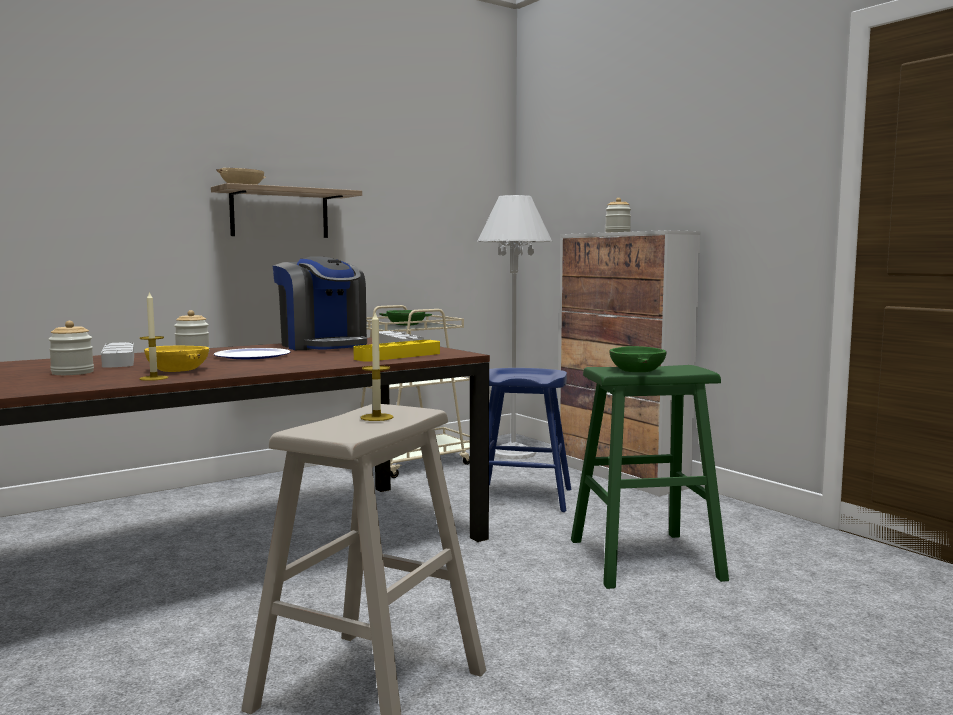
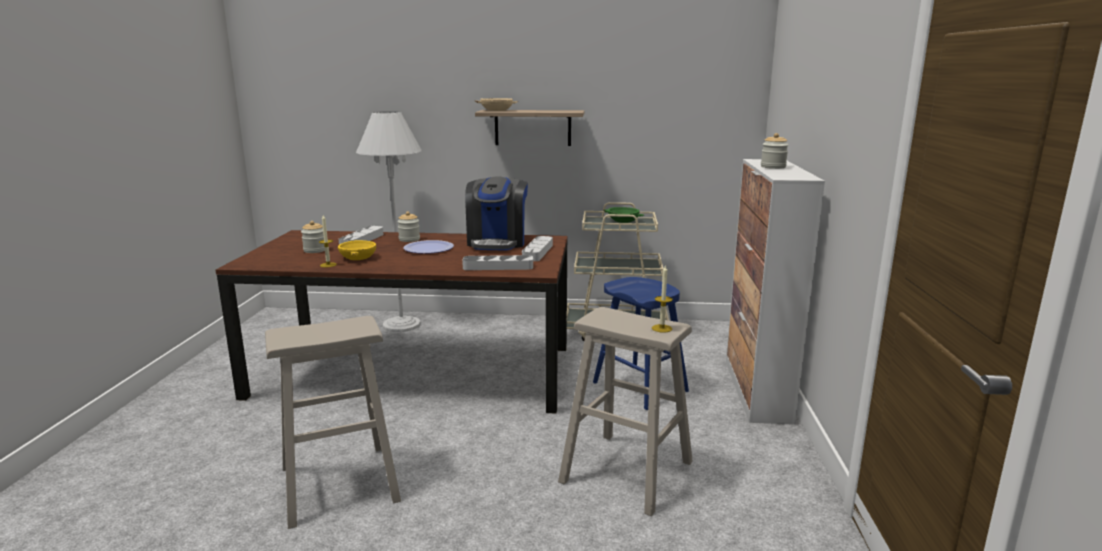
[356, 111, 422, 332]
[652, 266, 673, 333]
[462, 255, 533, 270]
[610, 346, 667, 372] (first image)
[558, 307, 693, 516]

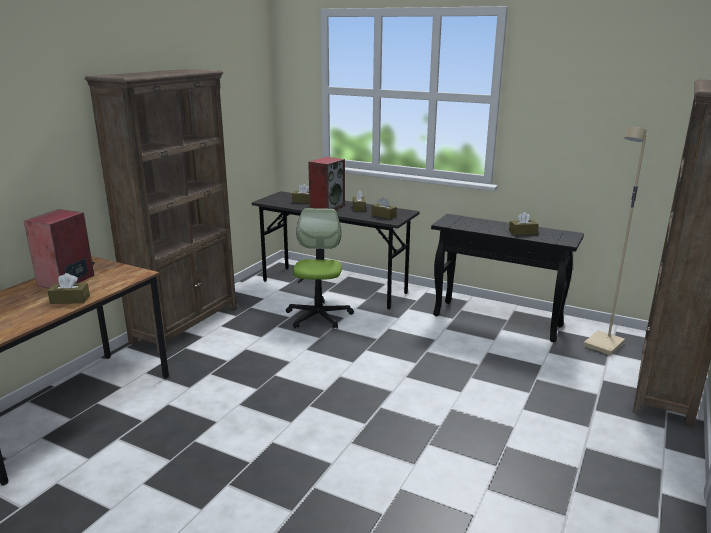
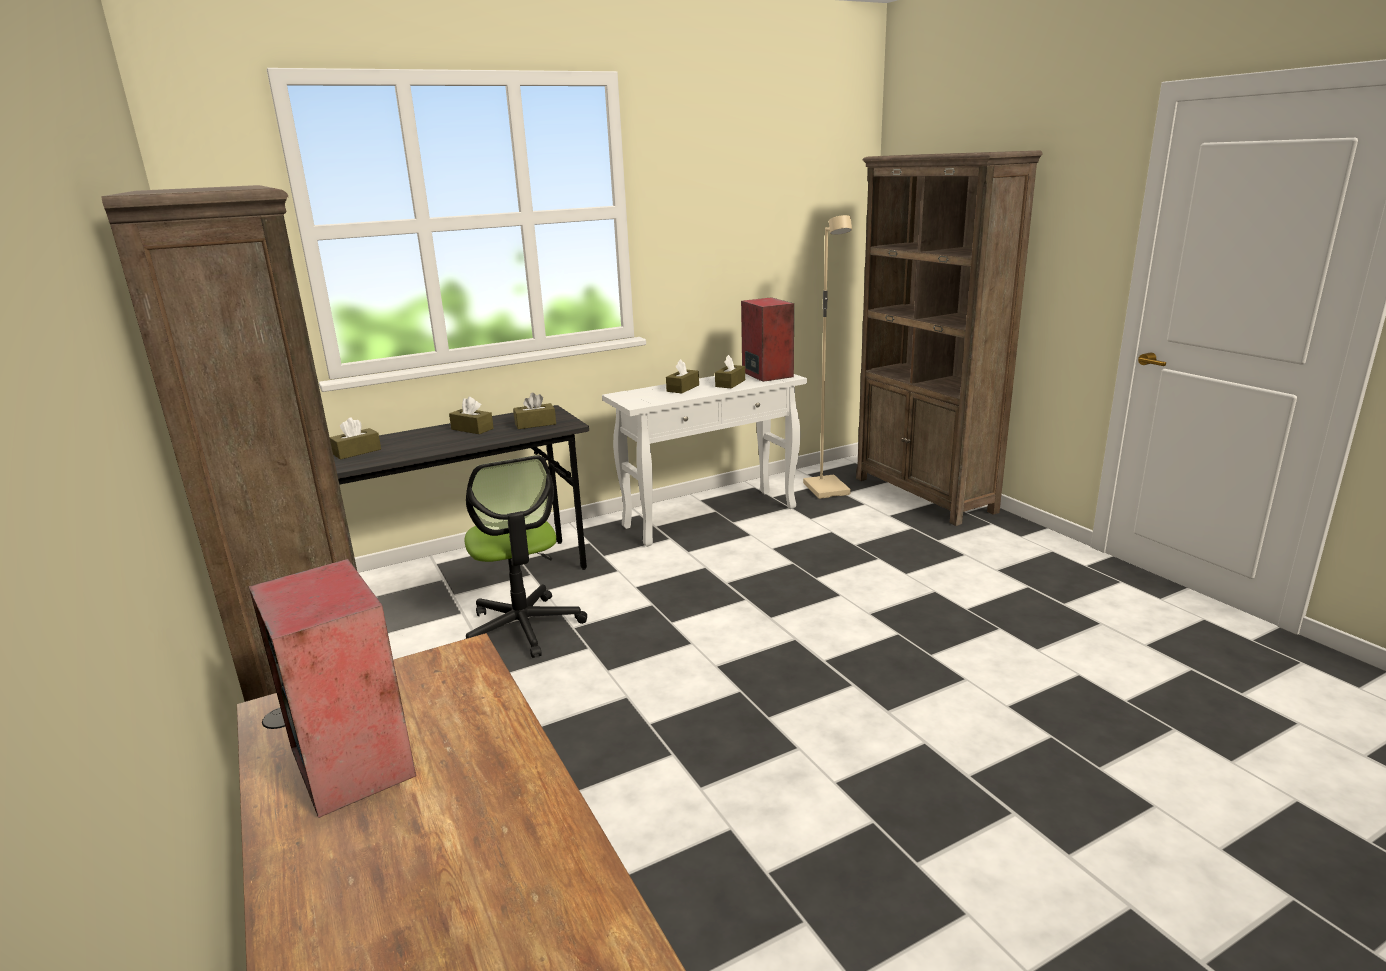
[741, 297, 794, 382]
[465, 455, 587, 658]
[602, 374, 807, 547]
[666, 359, 699, 393]

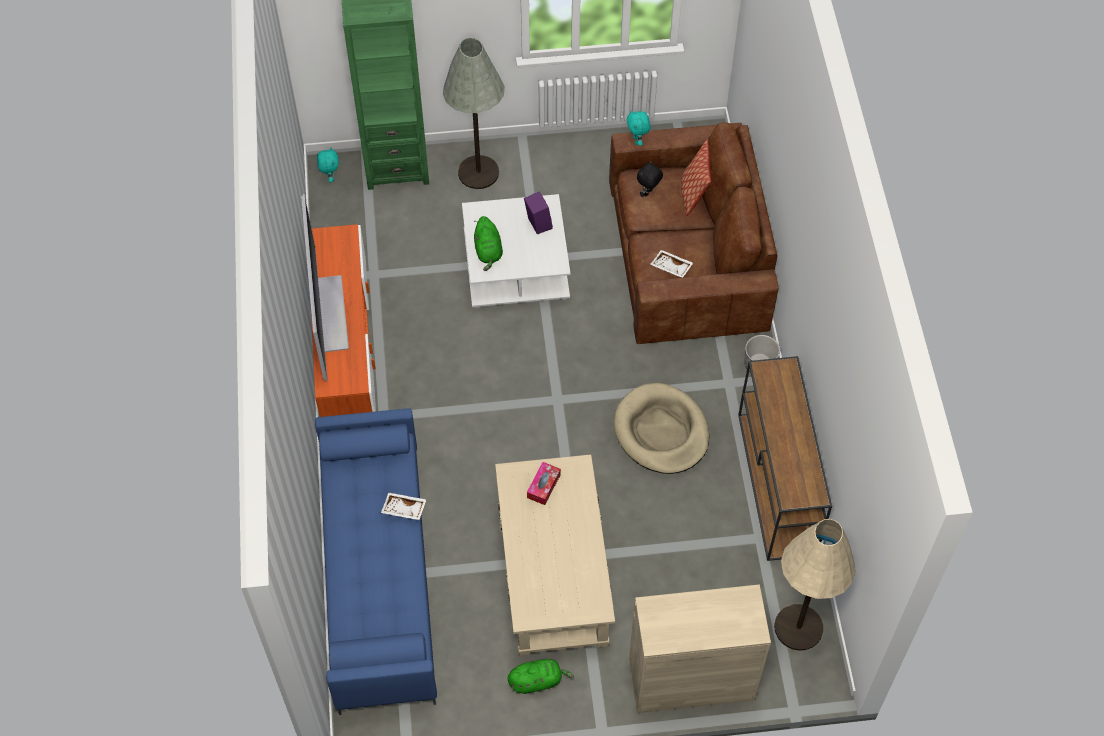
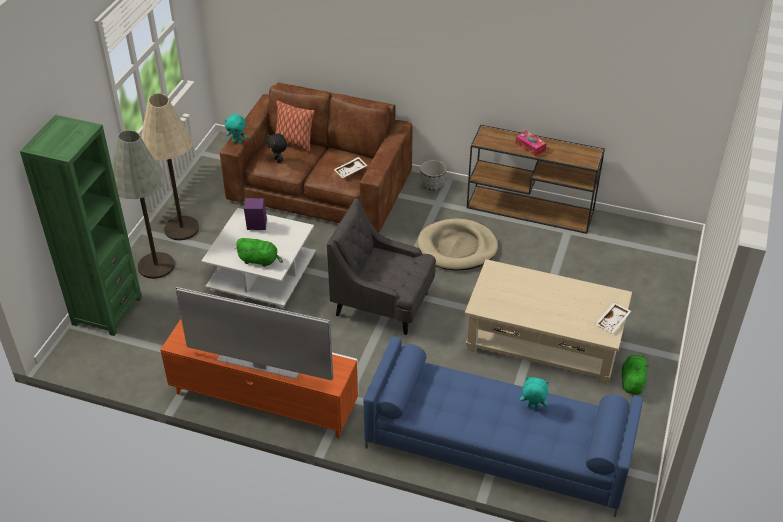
[520, 377, 549, 410]
[515, 131, 546, 157]
[595, 302, 631, 333]
[141, 93, 199, 240]
[629, 584, 771, 713] (first image)
[327, 199, 436, 335]

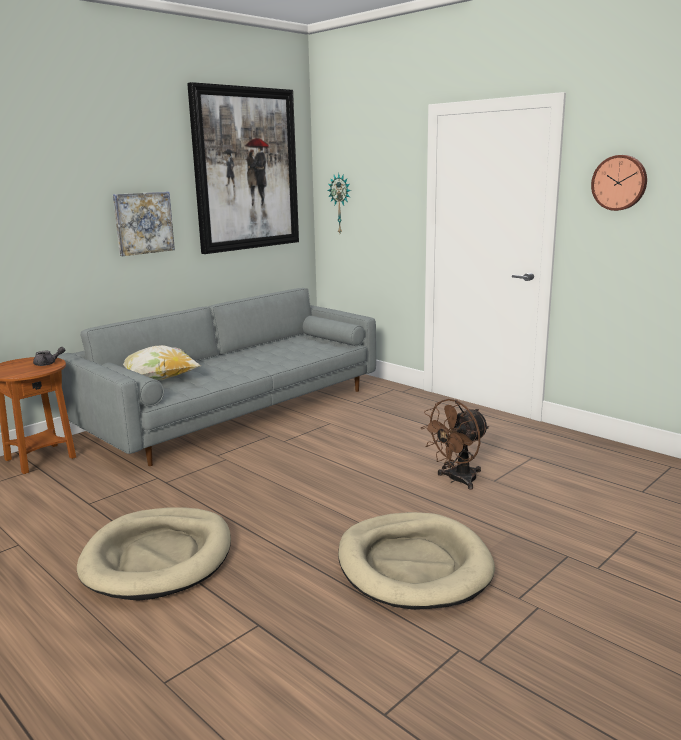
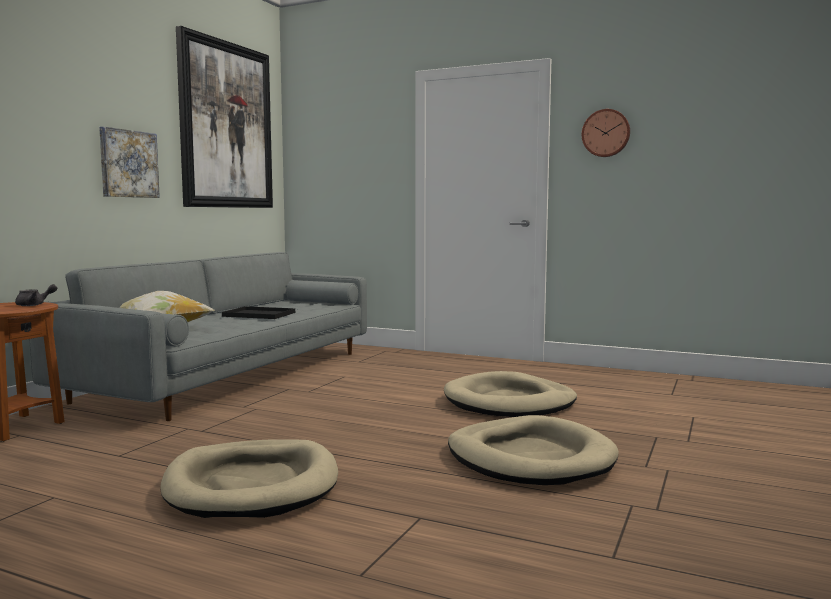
[328, 173, 351, 233] (first image)
[444, 371, 577, 417]
[222, 306, 295, 319]

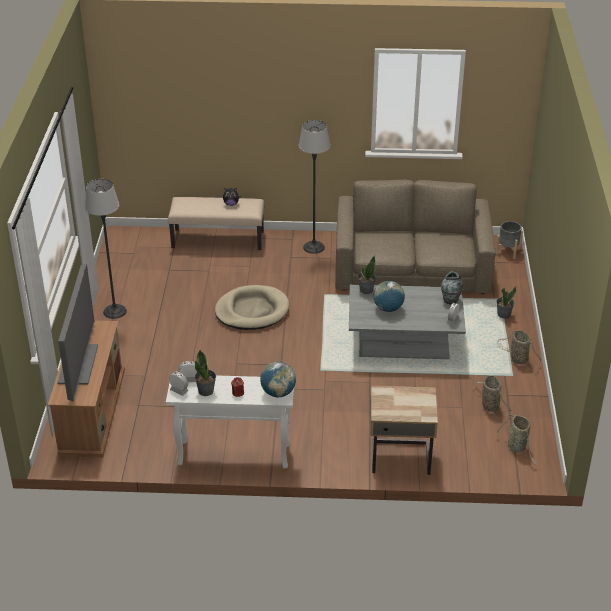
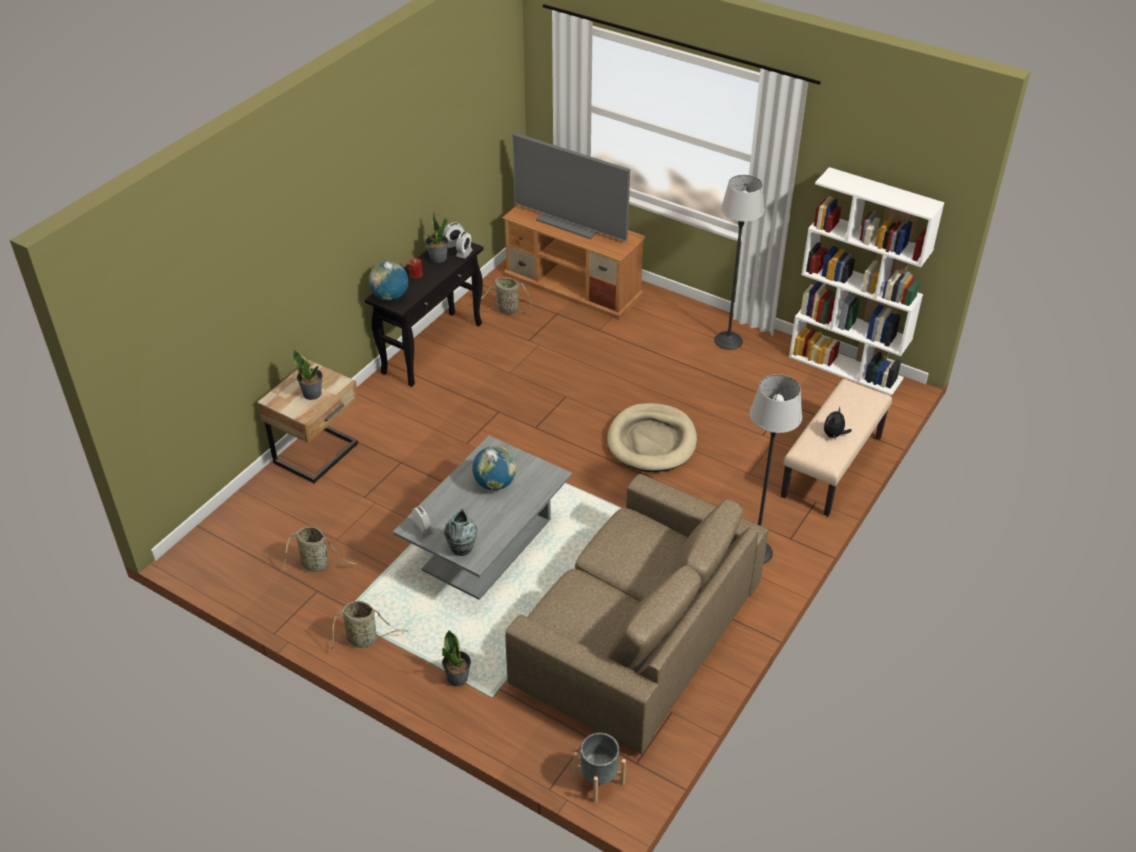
[292, 350, 323, 400]
[365, 242, 484, 387]
[481, 278, 532, 315]
[789, 167, 944, 396]

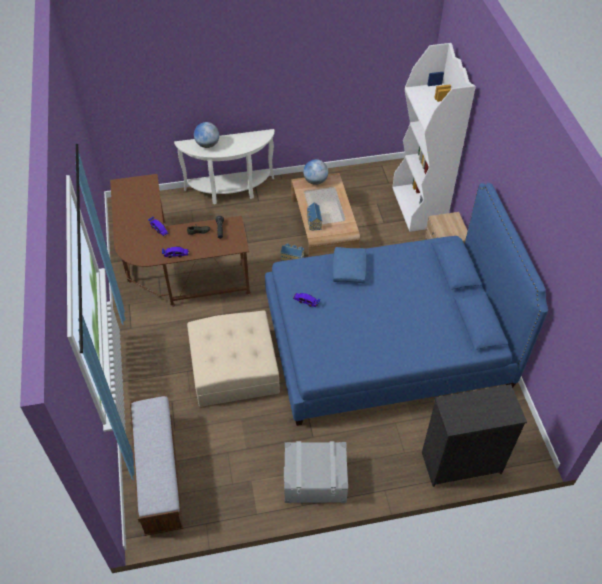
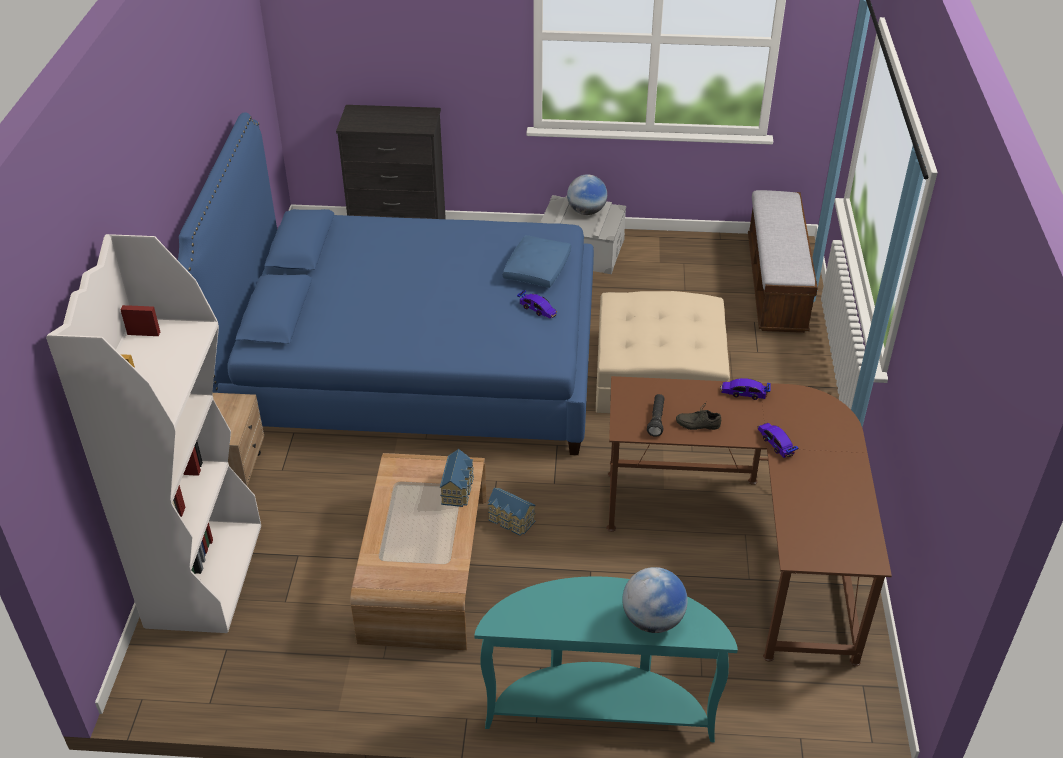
[474, 577, 738, 742]
[567, 174, 607, 215]
[503, 235, 571, 288]

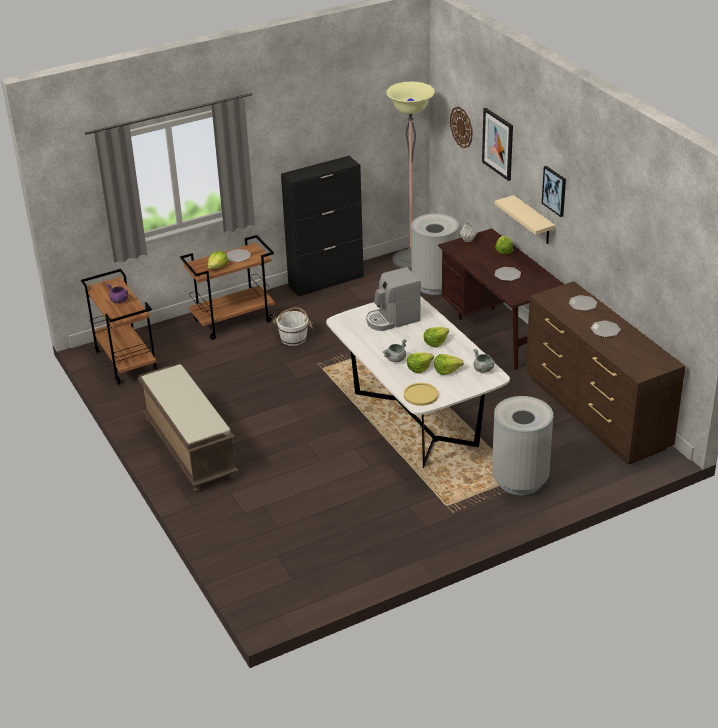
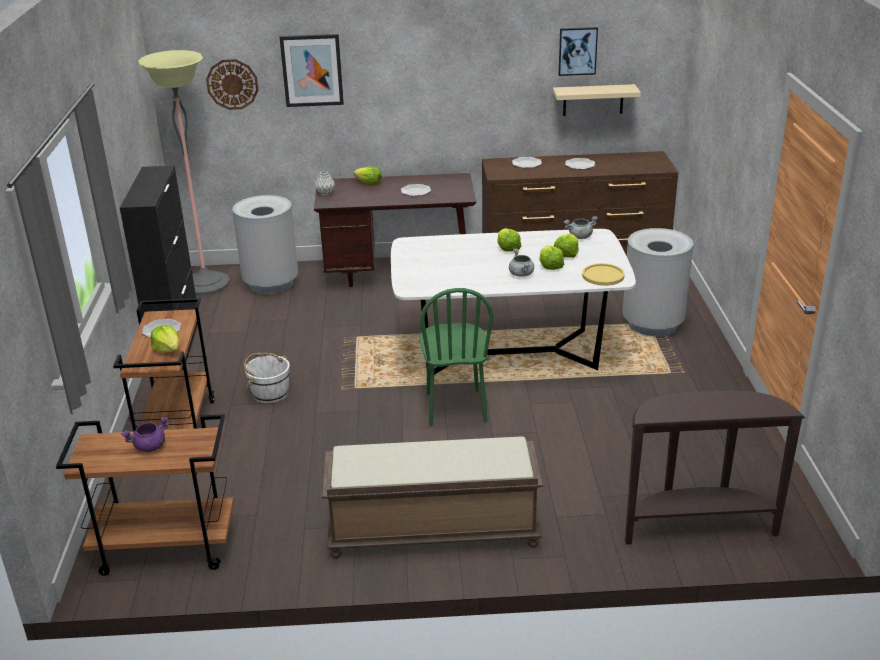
[559, 27, 598, 76]
[553, 84, 641, 116]
[366, 267, 421, 331] (first image)
[419, 288, 493, 426]
[625, 391, 805, 544]

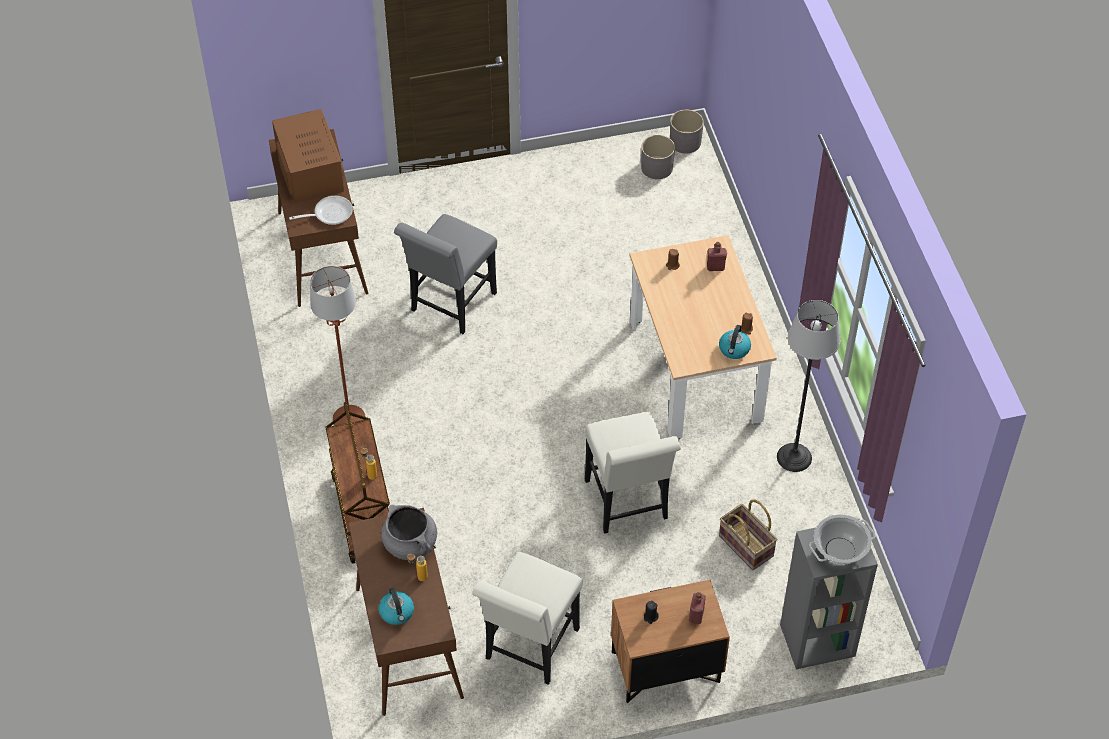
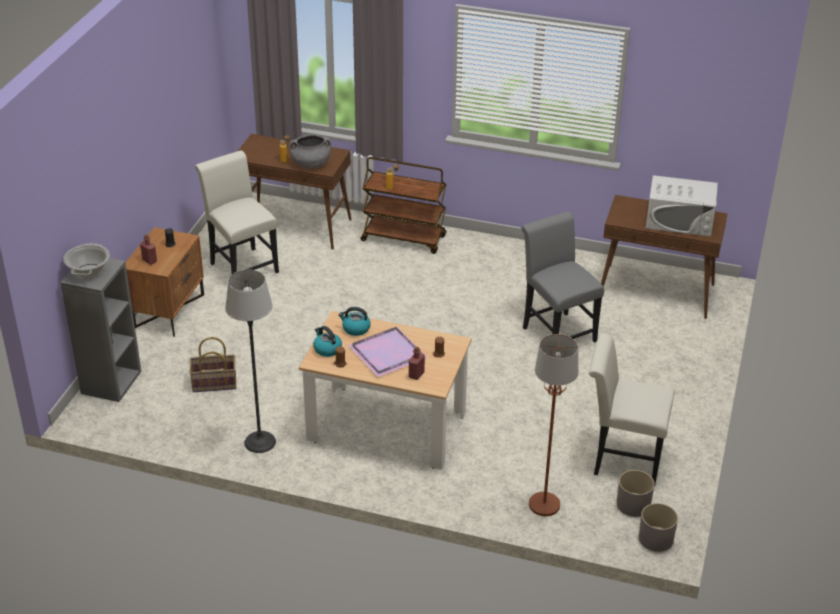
[646, 175, 718, 236]
[289, 196, 353, 225] (first image)
[529, 334, 578, 516]
[589, 333, 675, 486]
[338, 307, 371, 336]
[348, 327, 428, 377]

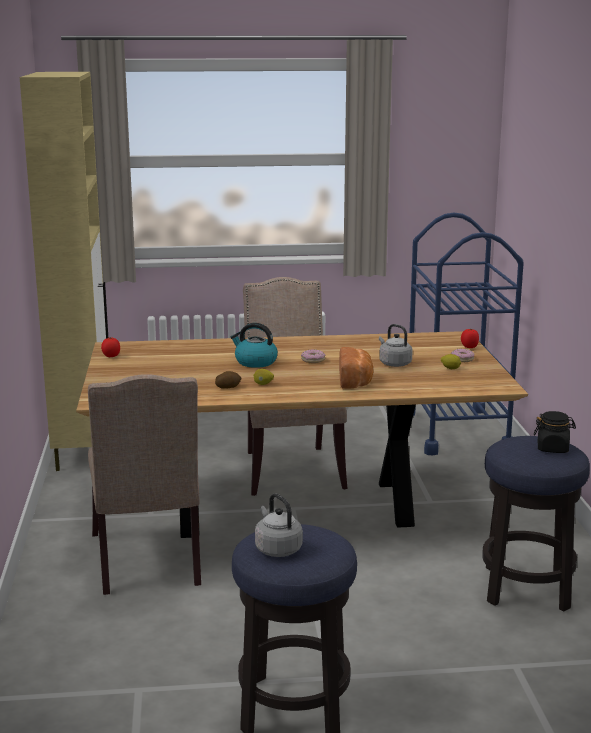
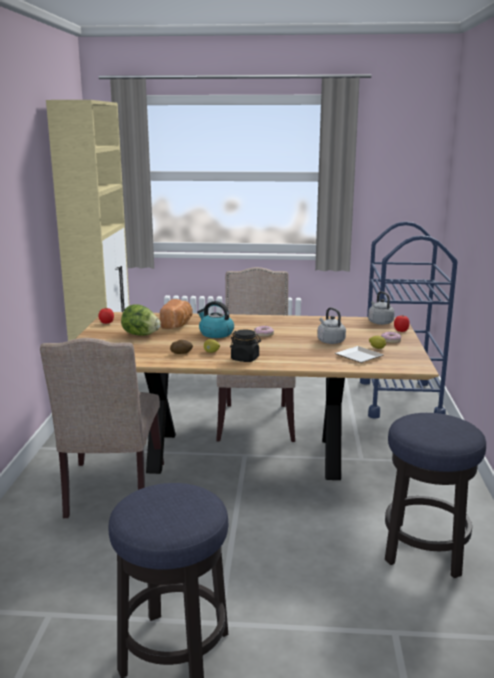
[160, 299, 193, 329]
[230, 330, 261, 362]
[368, 291, 395, 325]
[121, 304, 161, 336]
[335, 346, 384, 363]

